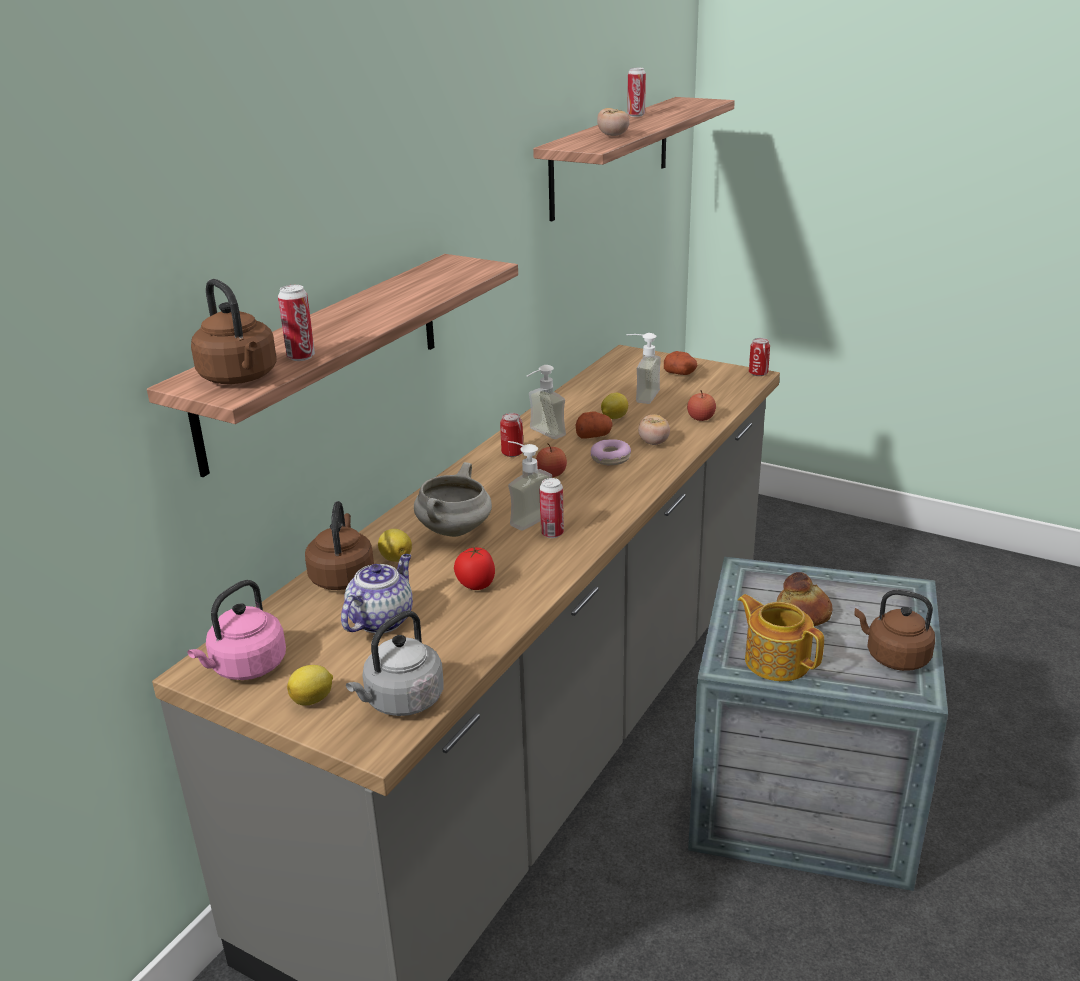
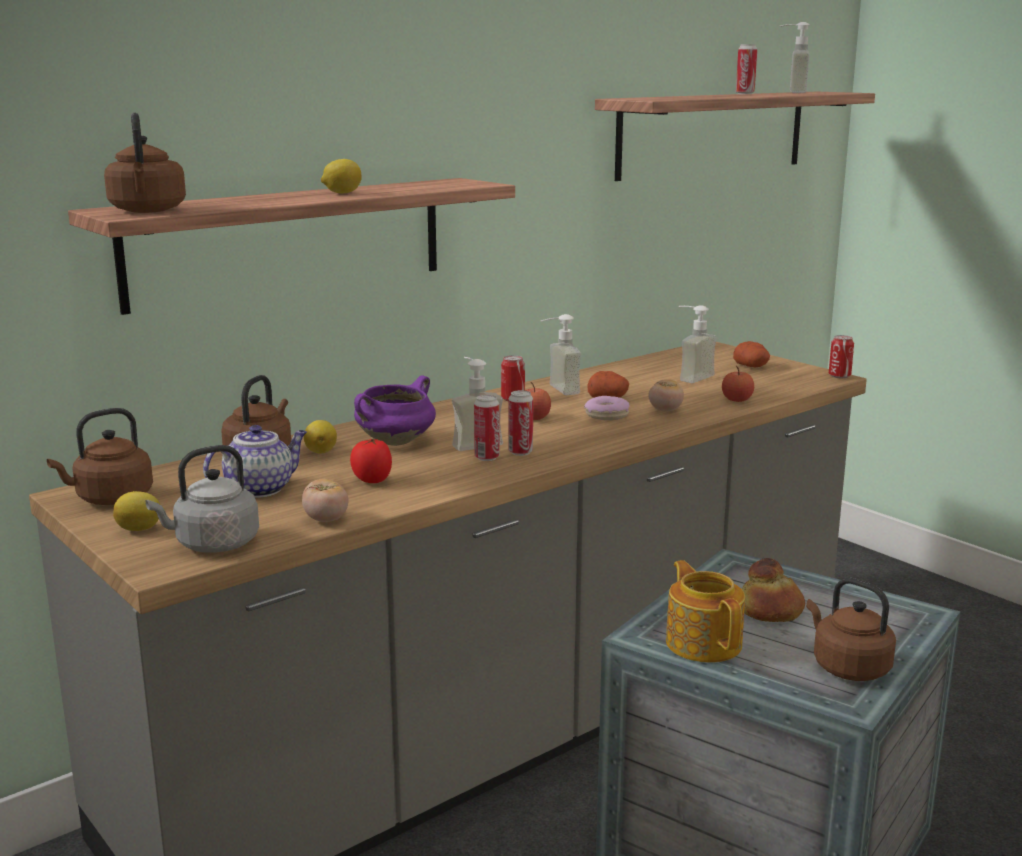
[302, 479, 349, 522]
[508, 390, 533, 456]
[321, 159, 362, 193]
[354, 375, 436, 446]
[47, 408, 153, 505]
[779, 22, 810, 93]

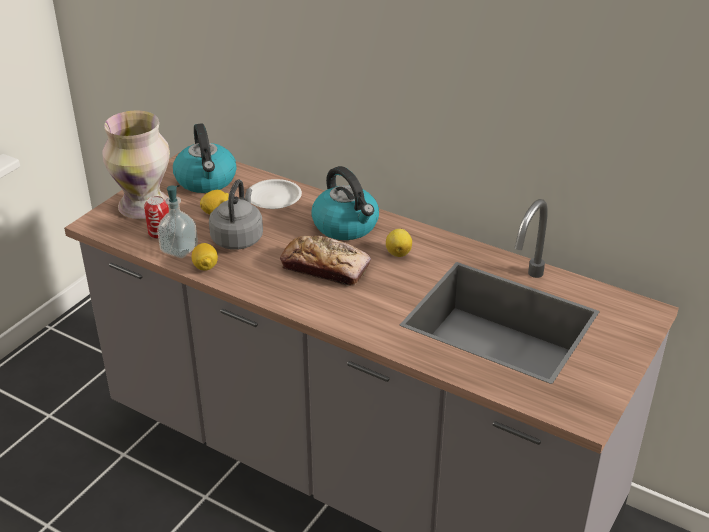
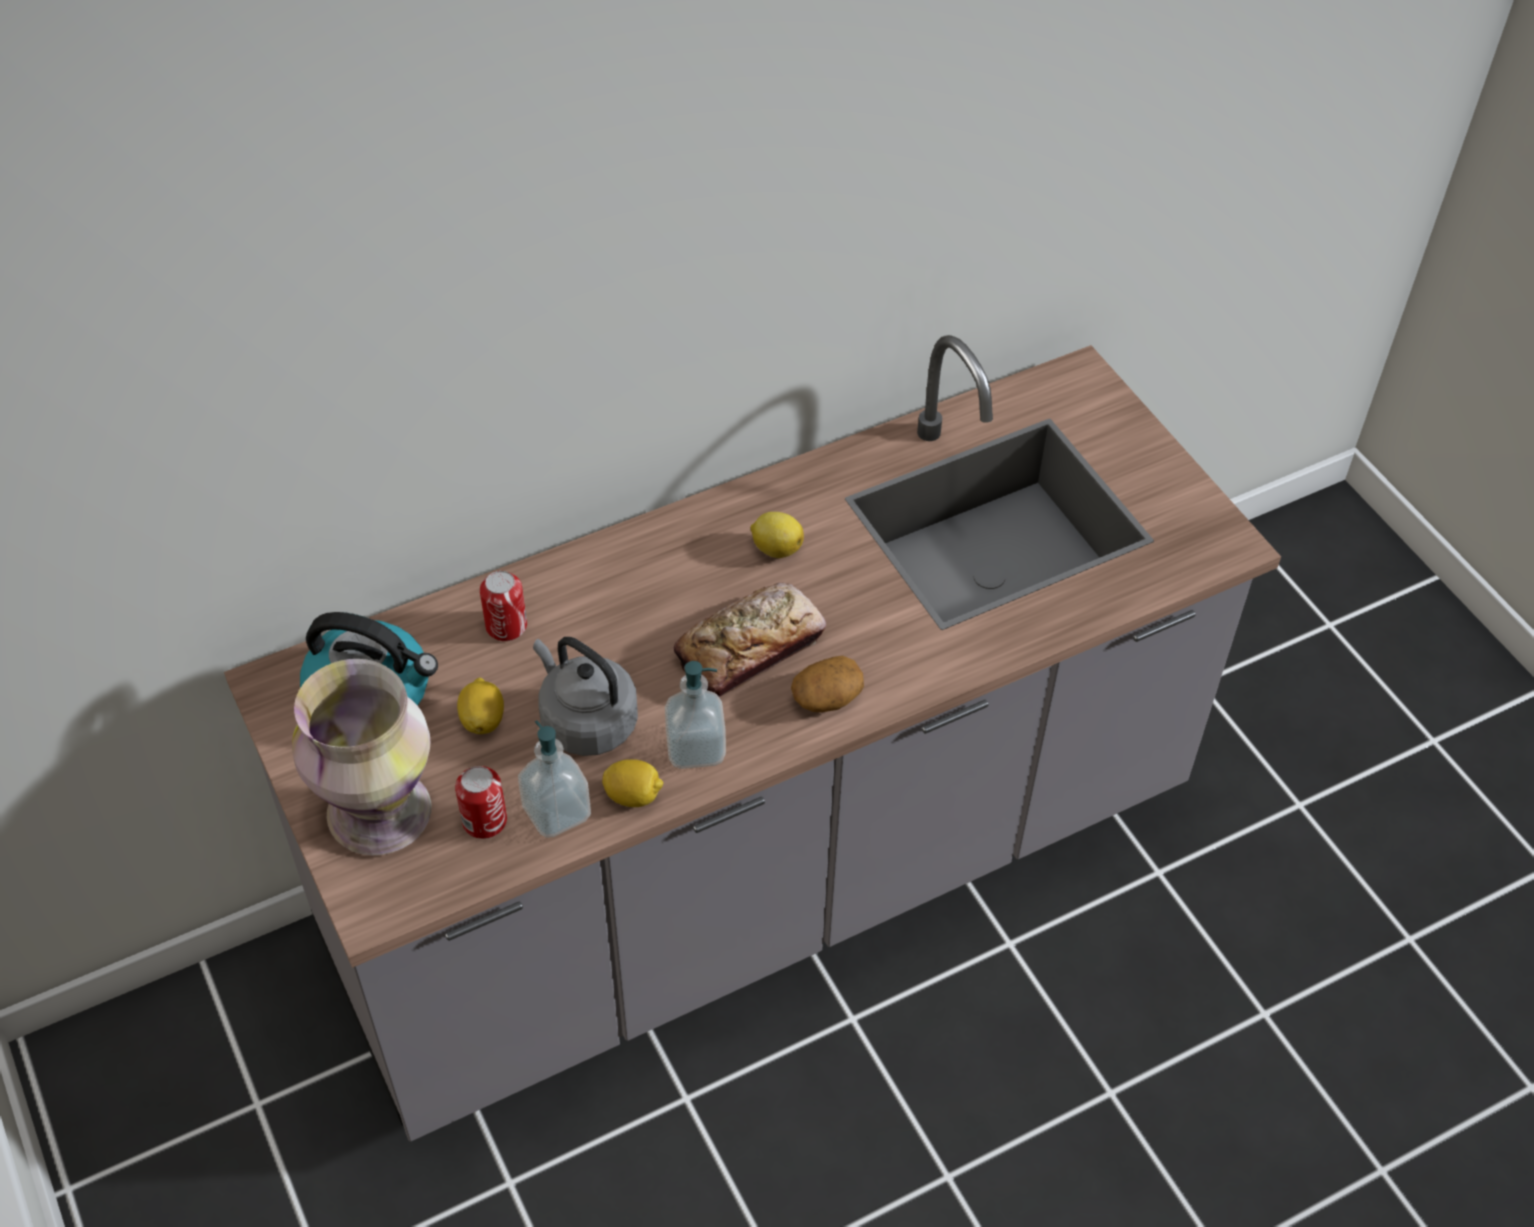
[311, 166, 379, 240] (first image)
[480, 571, 527, 641]
[791, 655, 864, 712]
[665, 661, 726, 769]

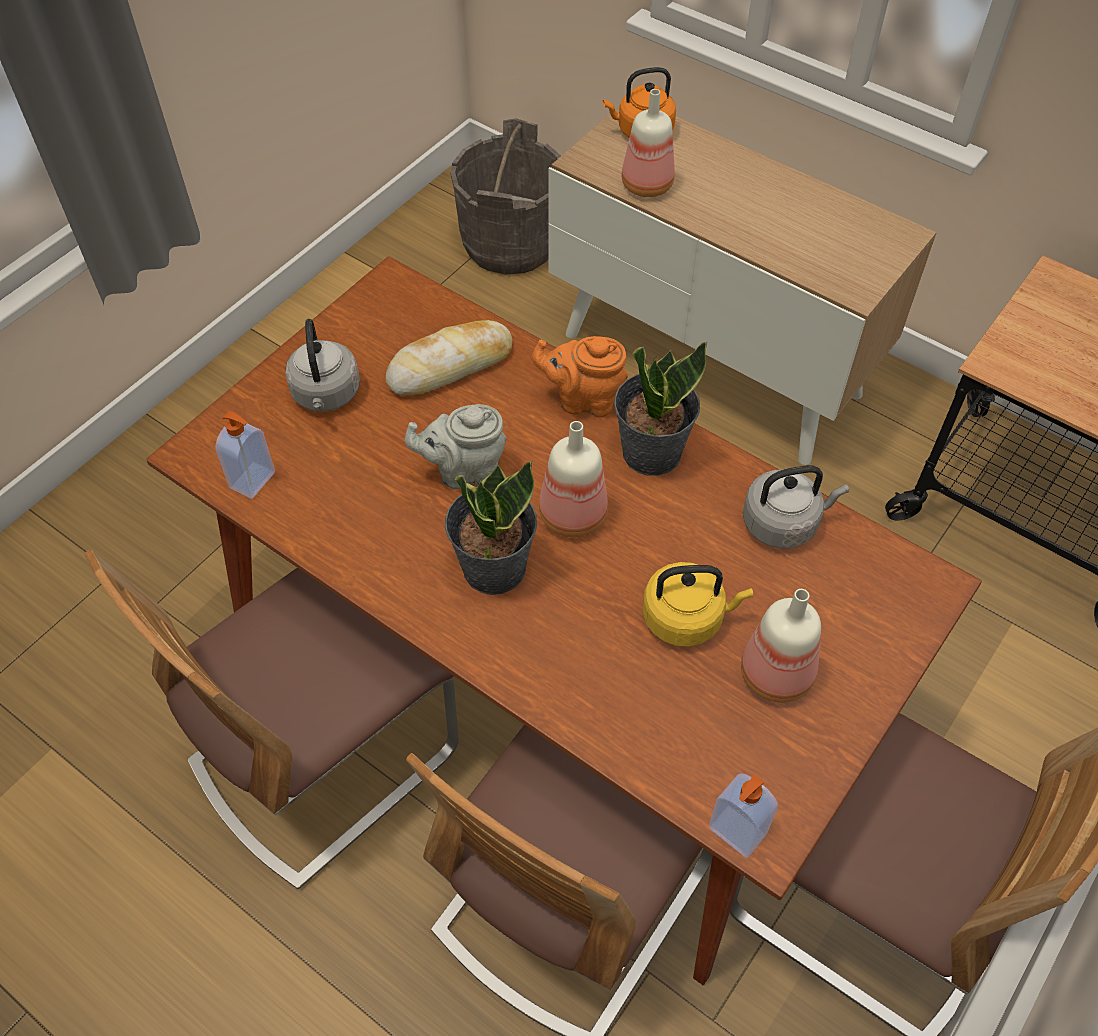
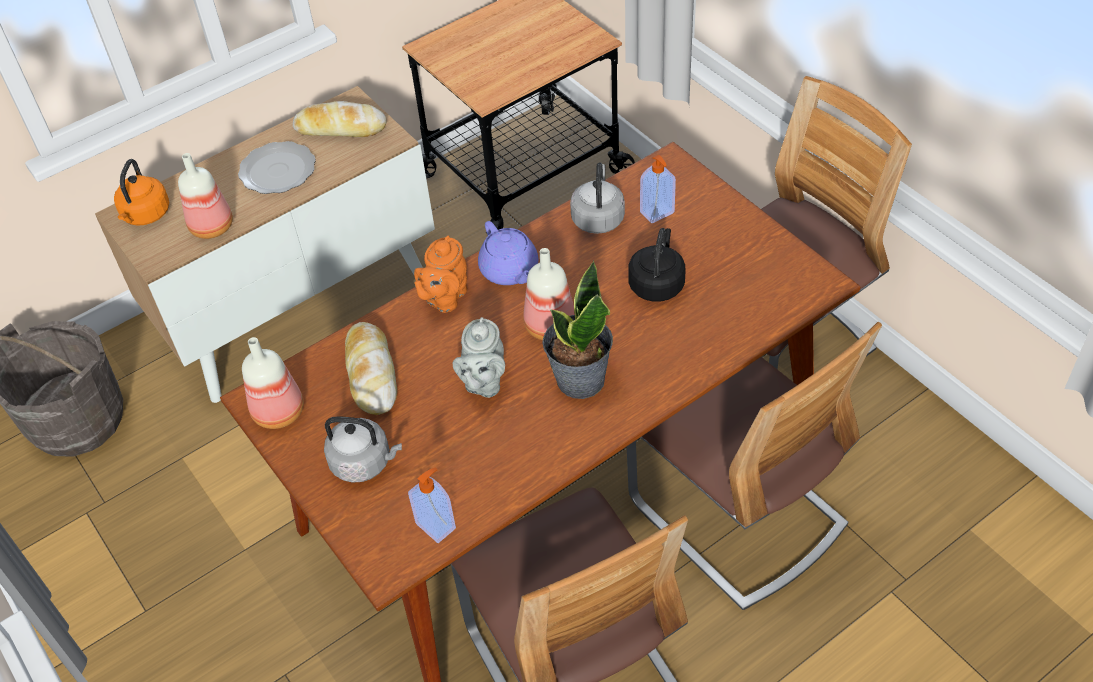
[478, 221, 539, 285]
[628, 228, 685, 302]
[242, 337, 304, 429]
[640, 155, 676, 223]
[293, 101, 386, 137]
[238, 141, 316, 194]

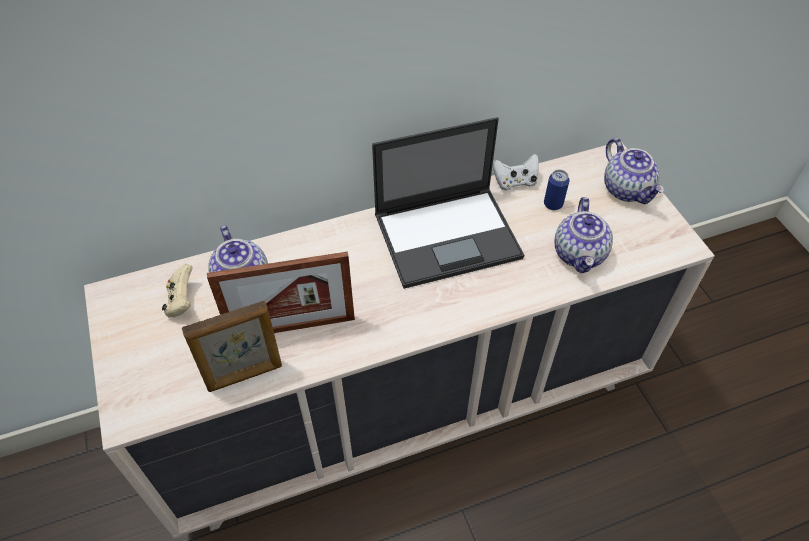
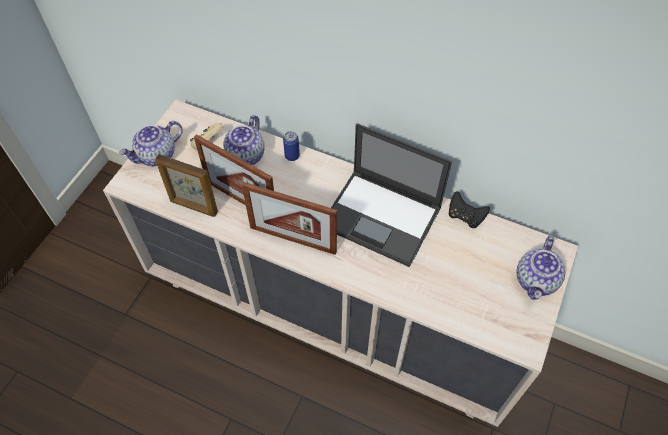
[448, 191, 490, 228]
[283, 131, 300, 161]
[119, 121, 183, 166]
[242, 182, 337, 255]

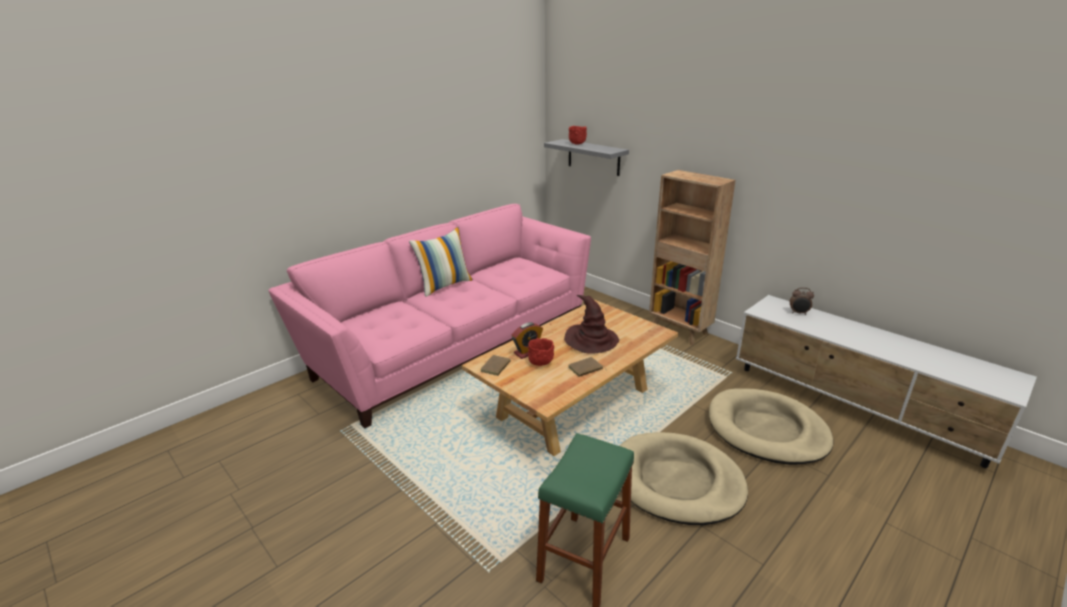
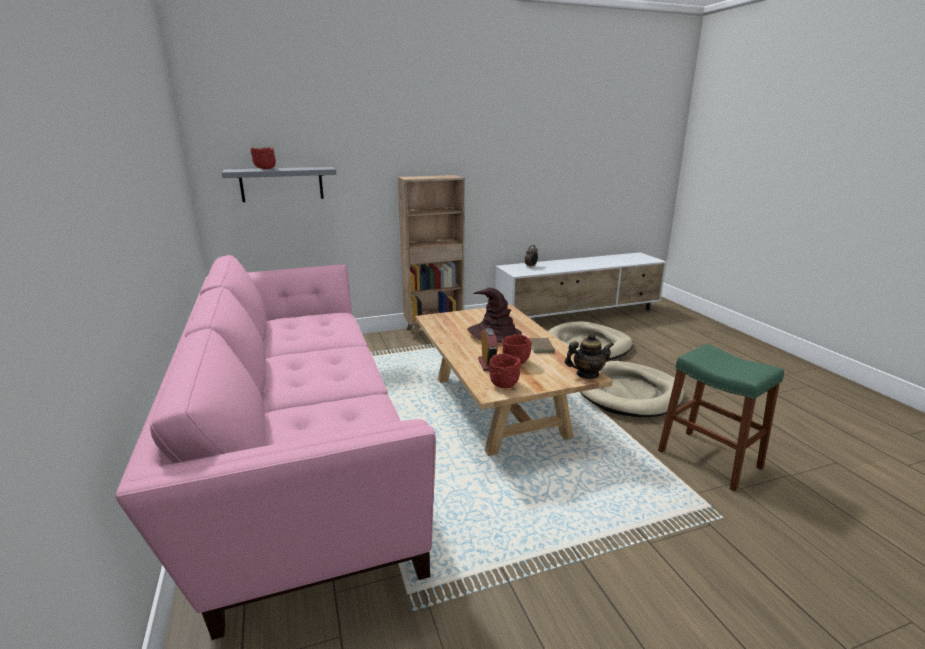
[409, 227, 473, 297] (first image)
[489, 354, 521, 388]
[565, 333, 614, 379]

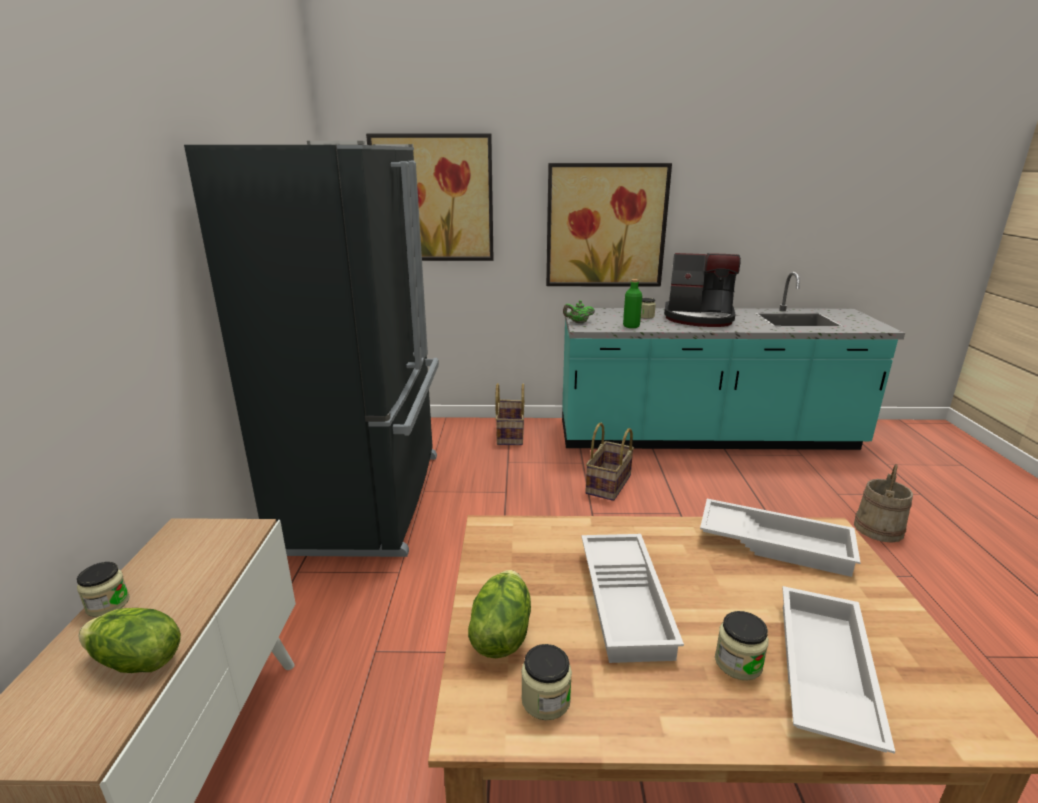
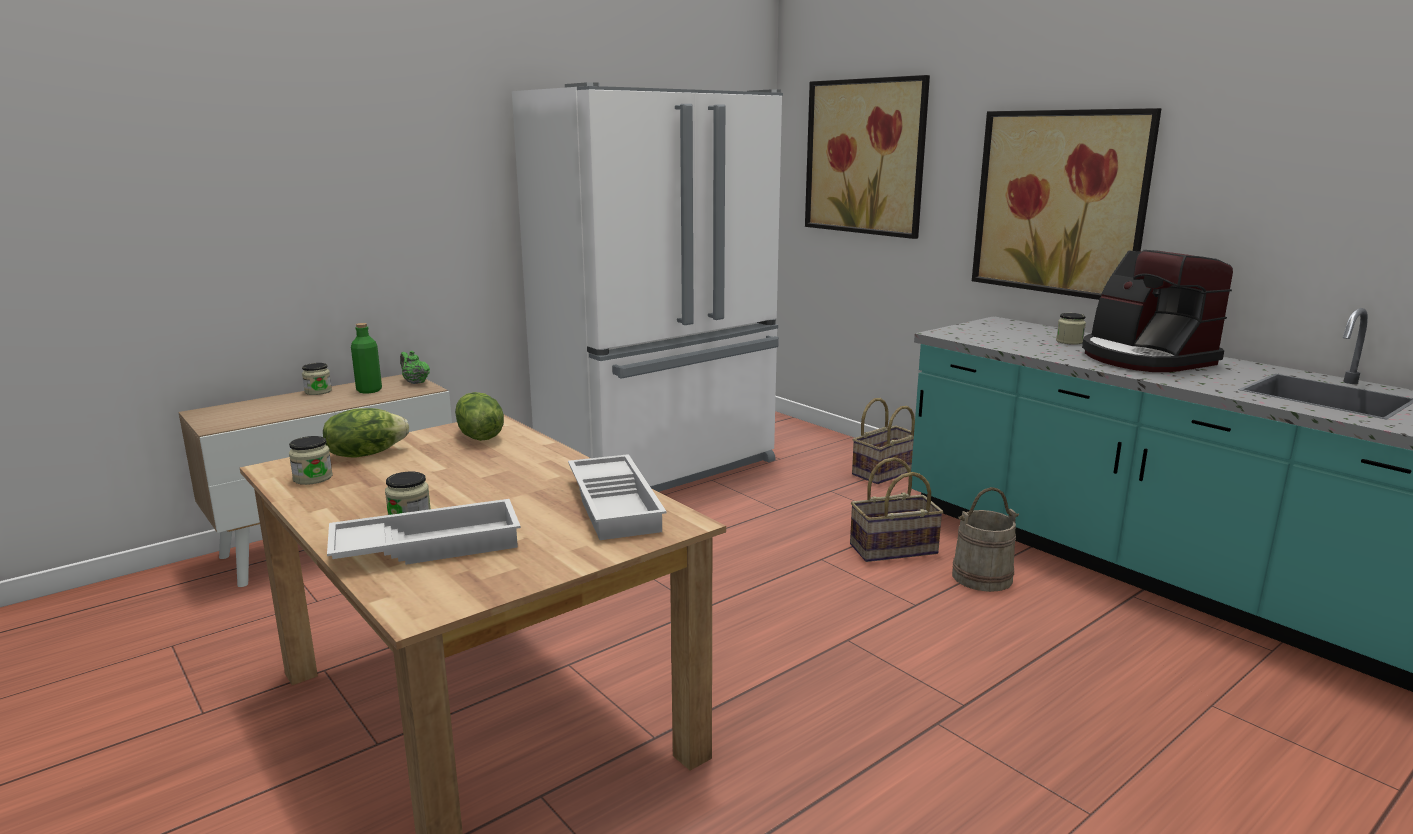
[512, 82, 783, 492]
[351, 323, 382, 394]
[400, 350, 430, 384]
[952, 487, 1019, 592]
[581, 534, 684, 663] (first image)
[455, 392, 504, 441]

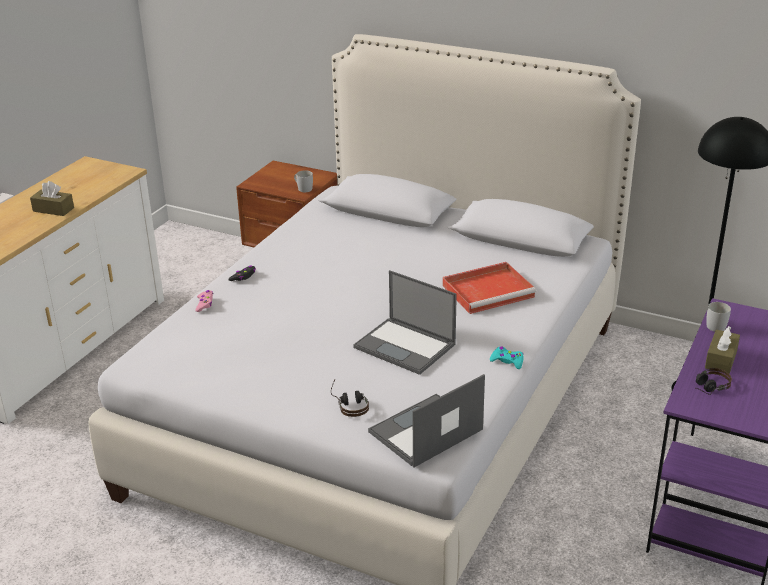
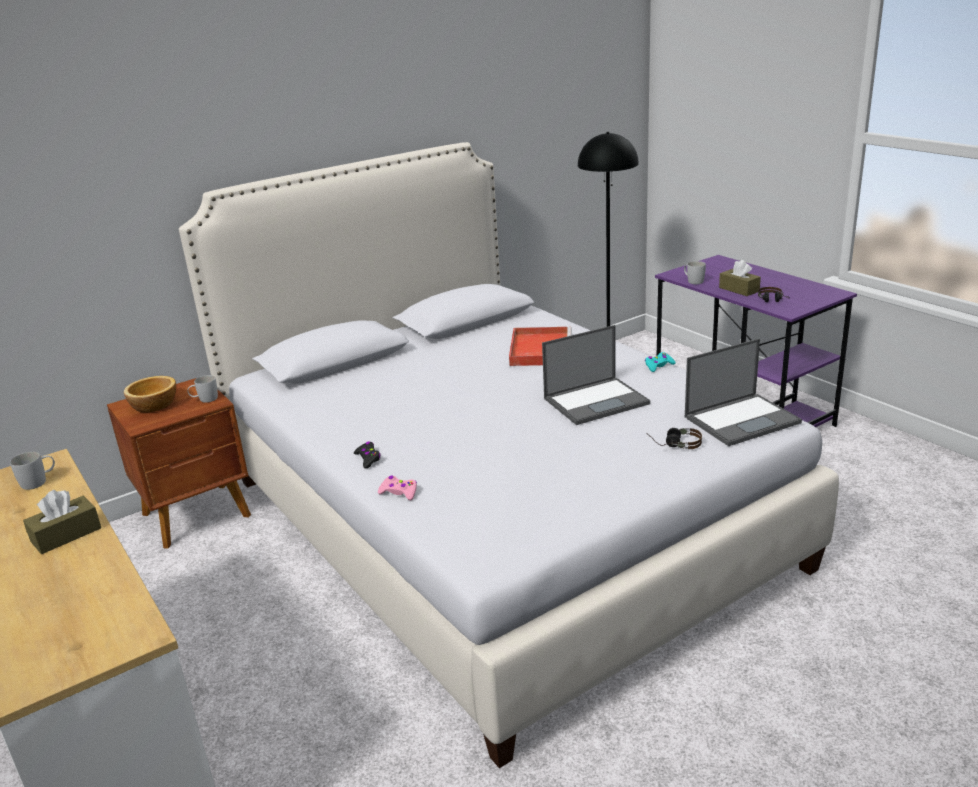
[685, 338, 802, 446]
[124, 376, 176, 413]
[10, 452, 55, 490]

